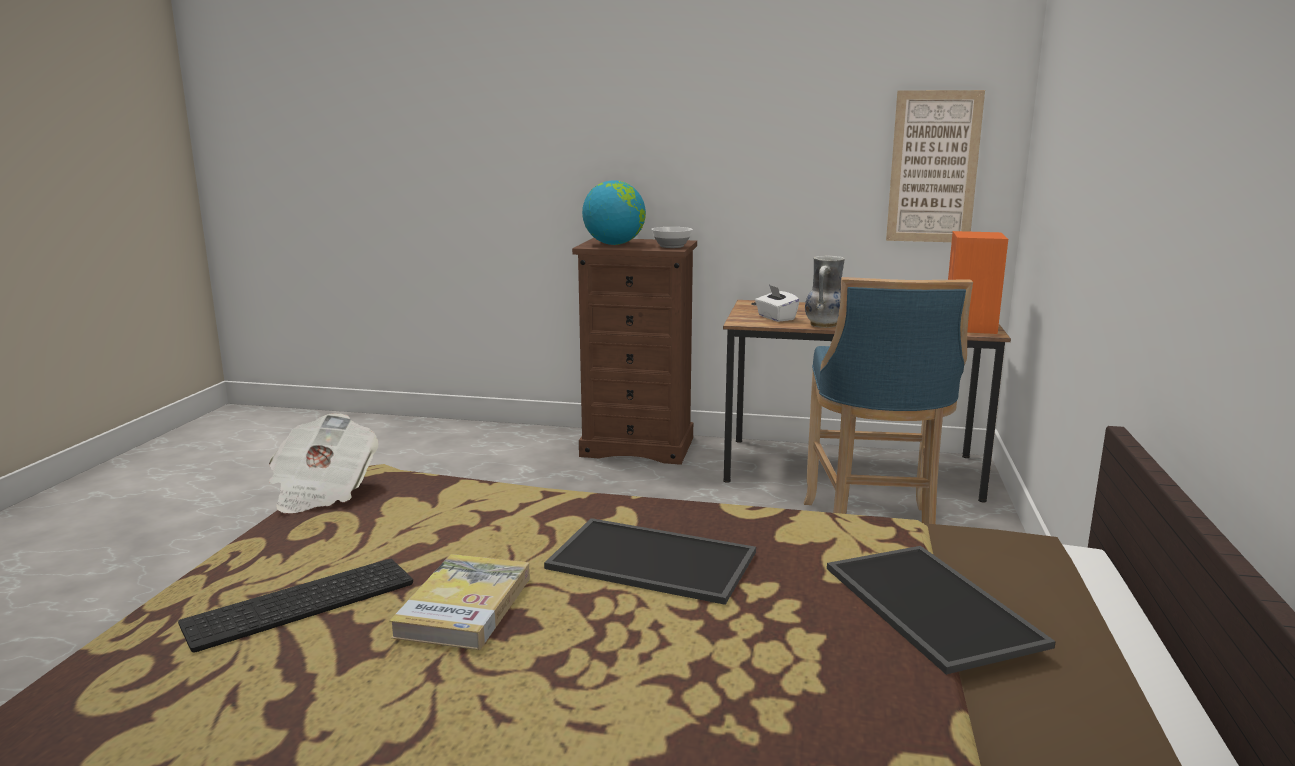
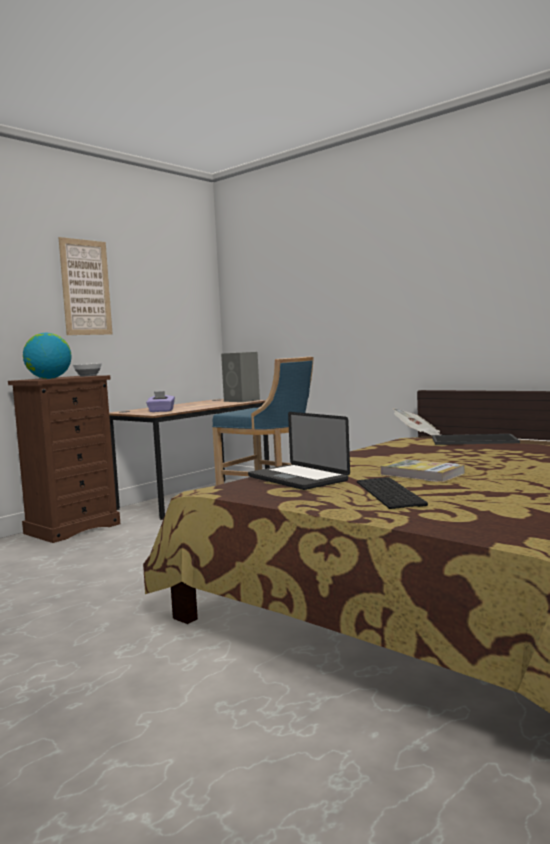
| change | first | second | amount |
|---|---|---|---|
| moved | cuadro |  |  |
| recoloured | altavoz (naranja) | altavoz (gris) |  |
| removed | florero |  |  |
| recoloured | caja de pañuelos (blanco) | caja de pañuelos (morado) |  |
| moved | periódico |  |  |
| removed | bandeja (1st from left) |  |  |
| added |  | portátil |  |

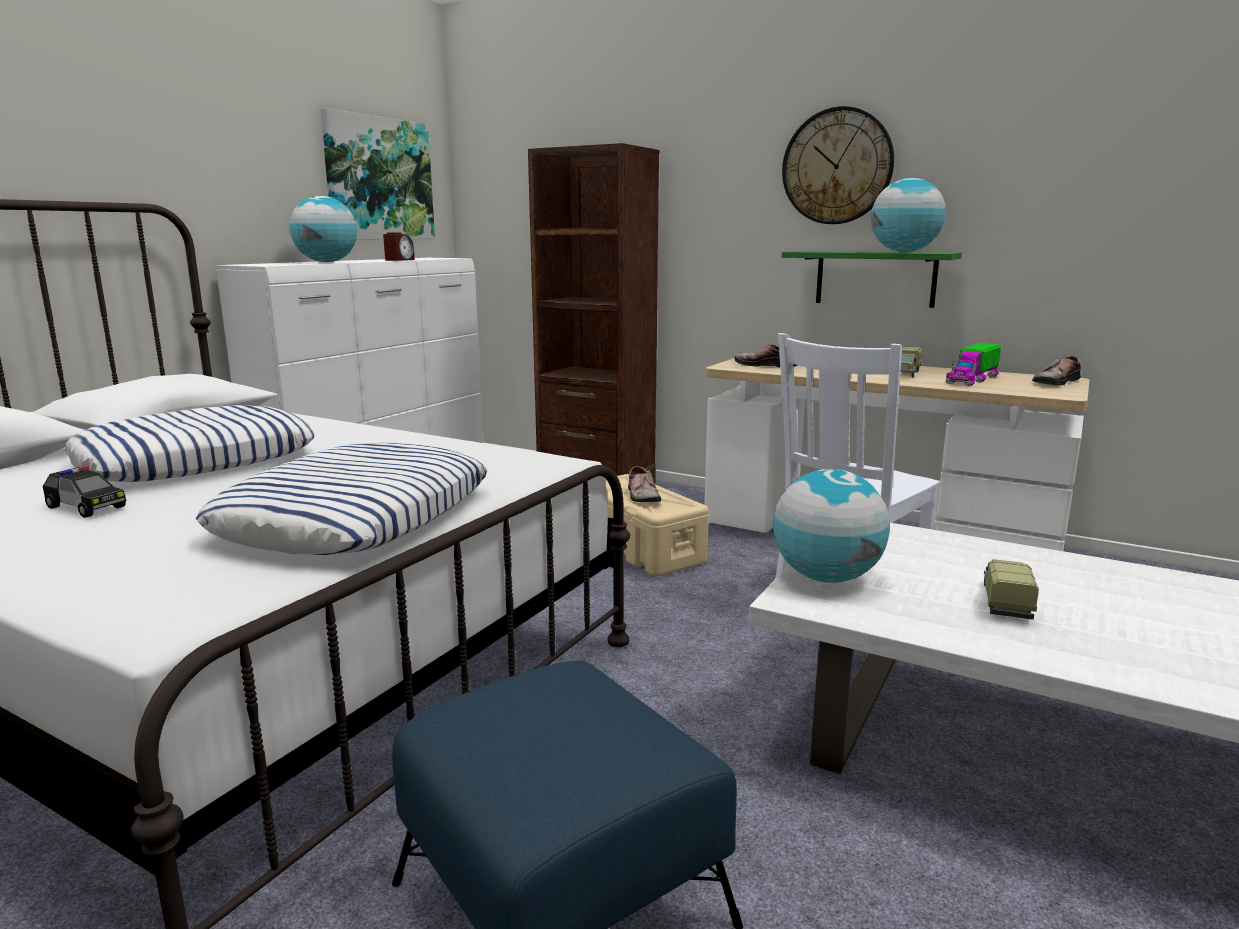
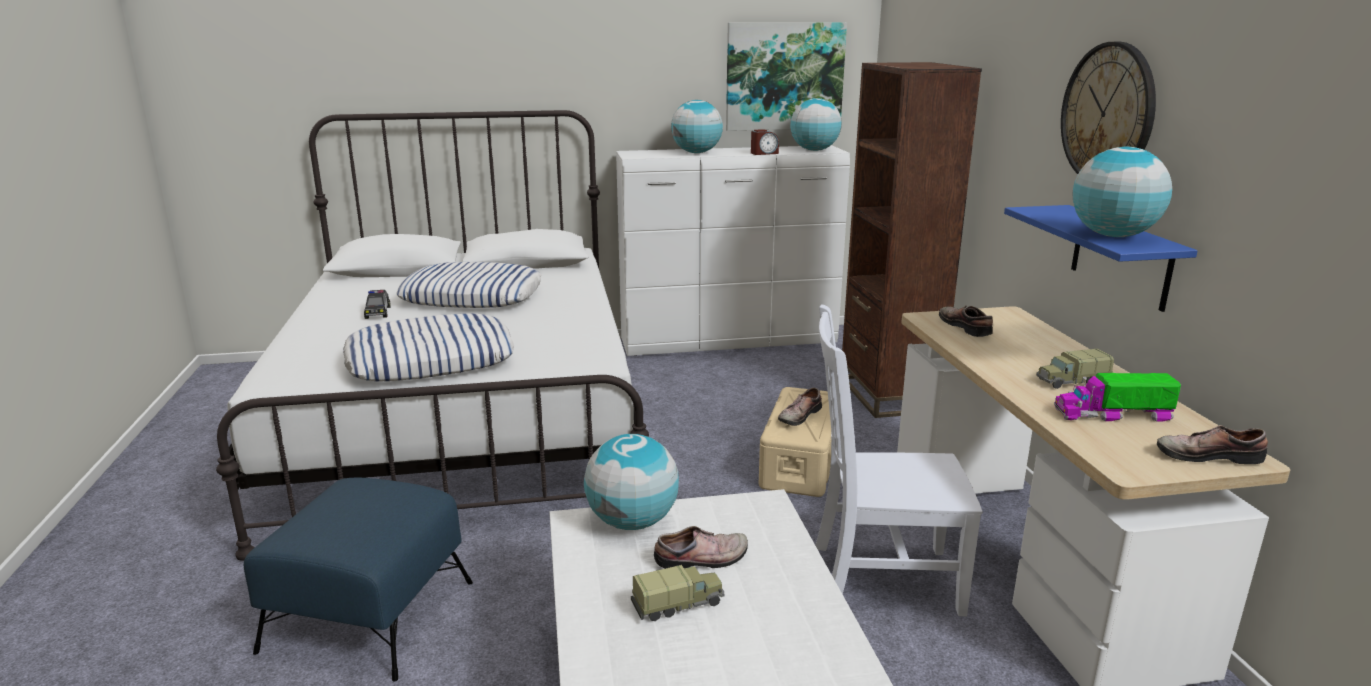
| change | first | second | amount |
|---|---|---|---|
| recoloured | estante (verde) | estante (azul) |  |
| added |  | globo terráqueo (3rd from left) |  |
| added |  | zapato (1st from left) |  |

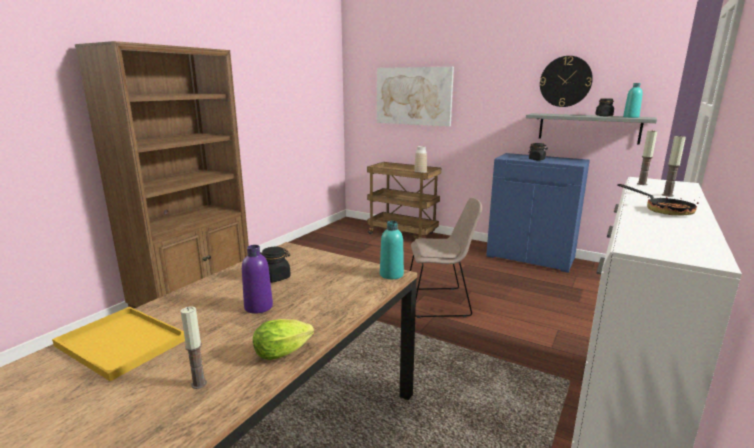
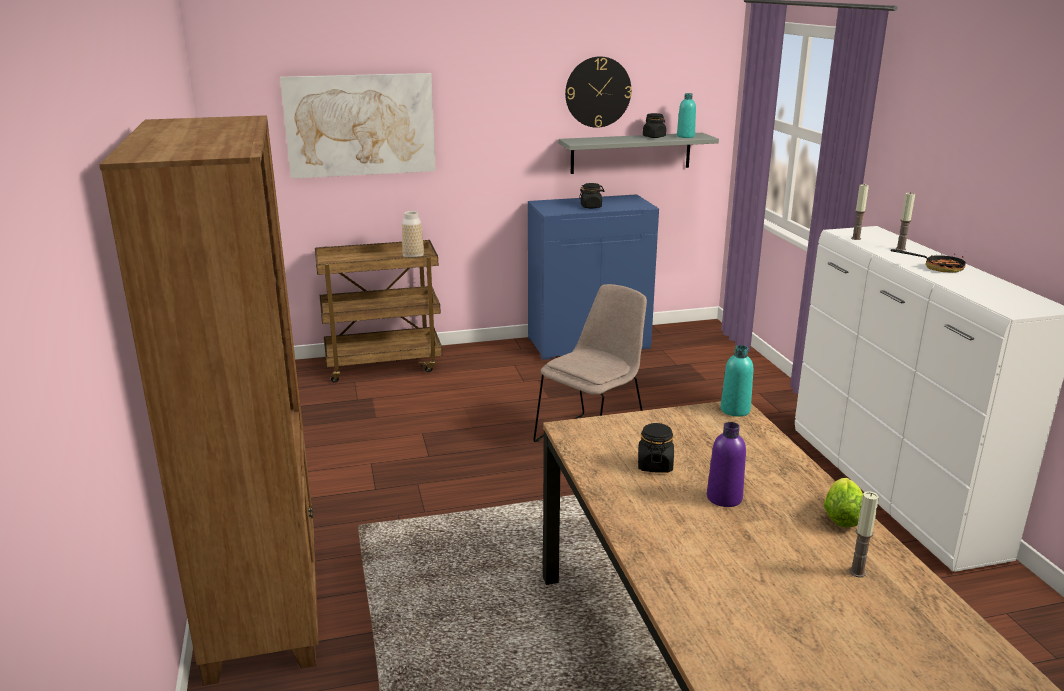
| change | first | second | amount |
|---|---|---|---|
| removed | bandeja (amarillo) |  |  |

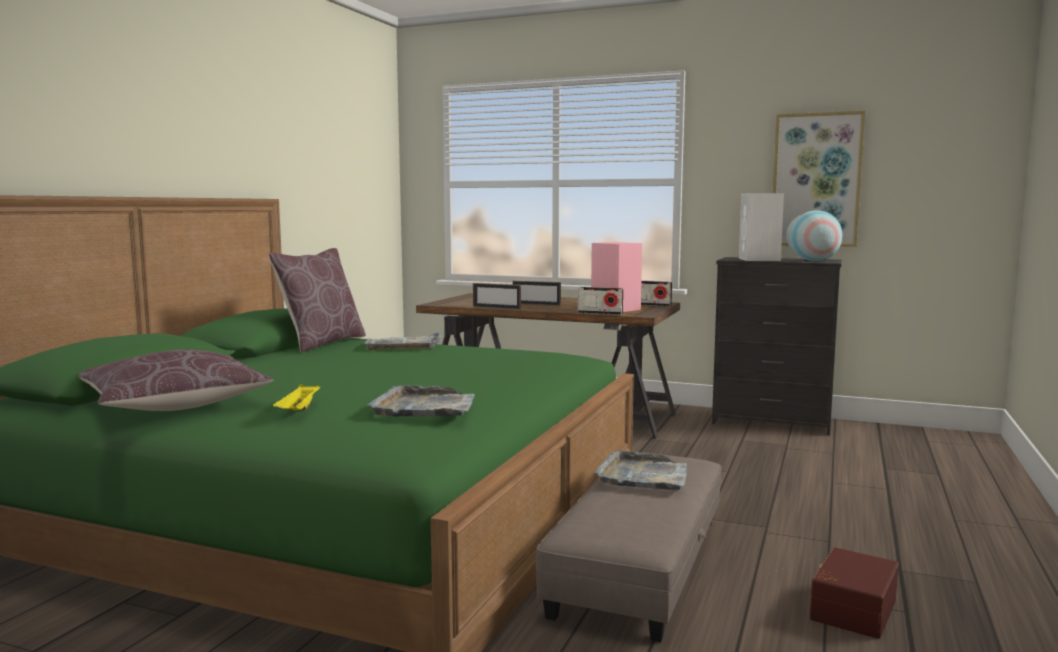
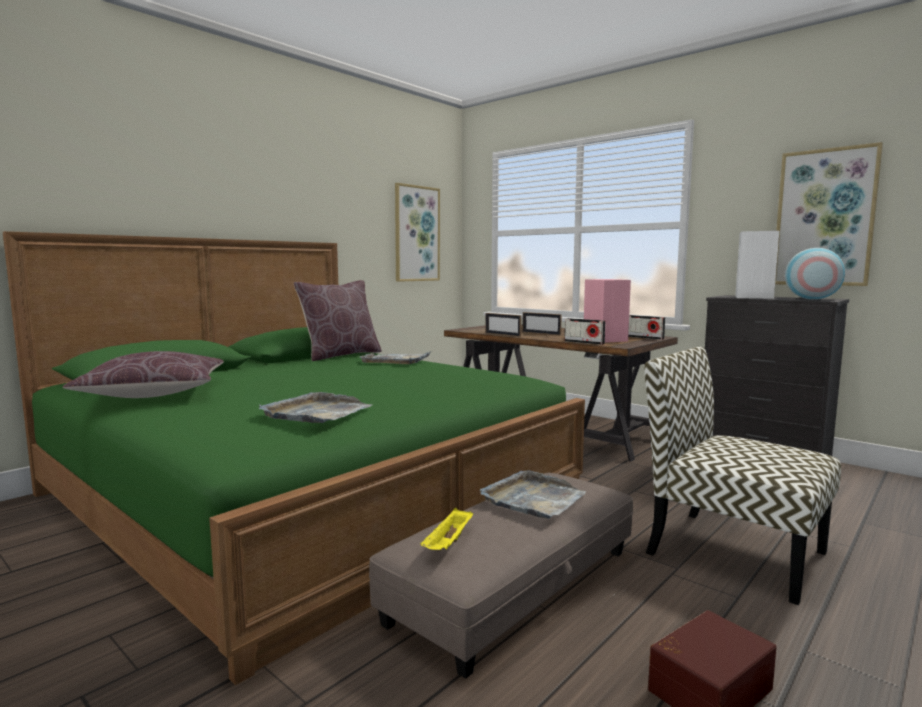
| change | first | second | amount |
|---|---|---|---|
| moved | bandeja (amarillo) |  |  |
| added |  | cuadro (1st from left) |  |
| added |  | silla |  |

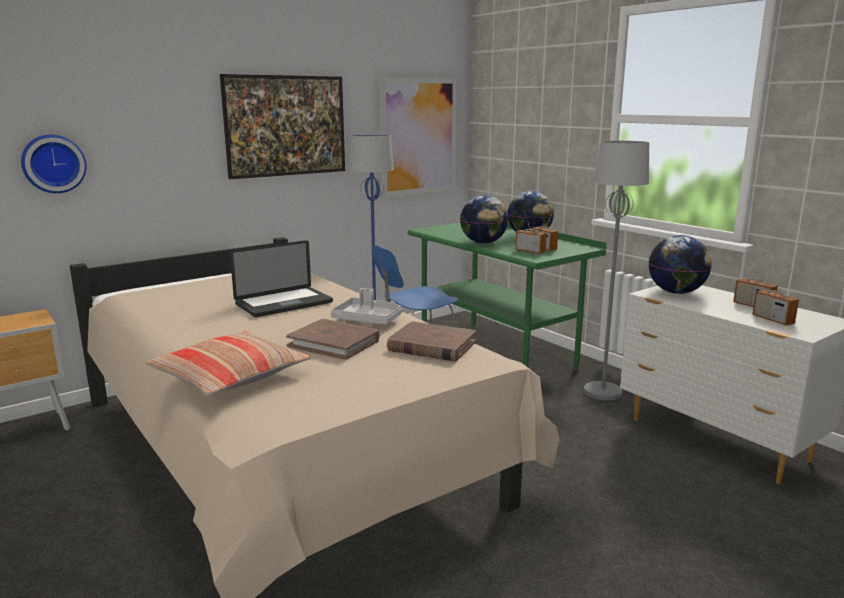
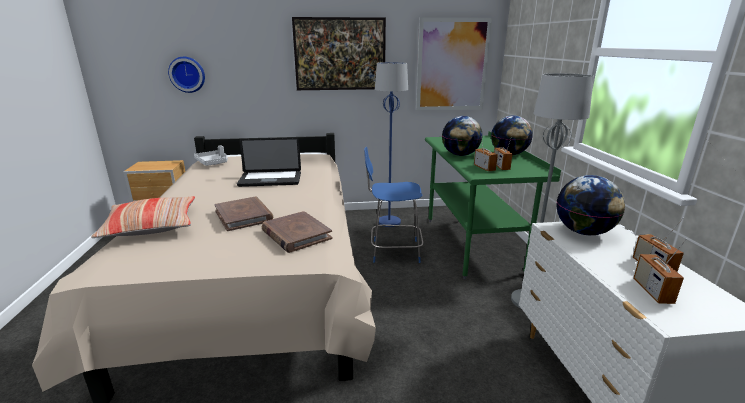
| change | first | second | amount |
|---|---|---|---|
| moved | bandeja (gris) |  |  |

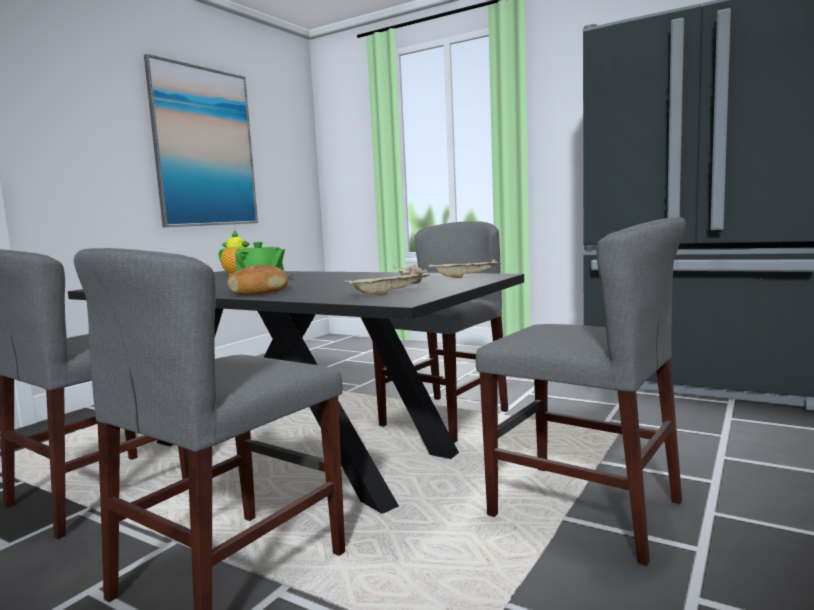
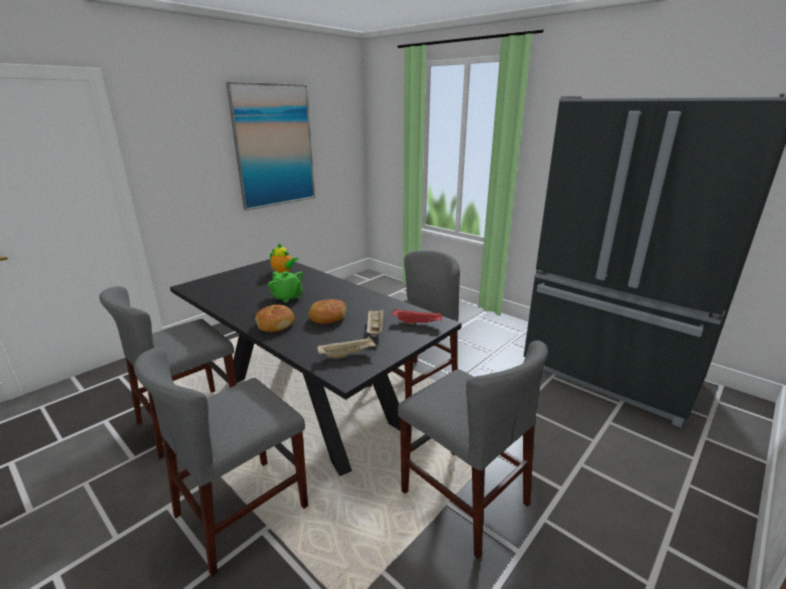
| change | first | second | amount |
|---|---|---|---|
| recoloured | bandeja (beis) (3rd from left) | bandeja (rojo) |  |
| added |  | pan (2nd from left) |  |

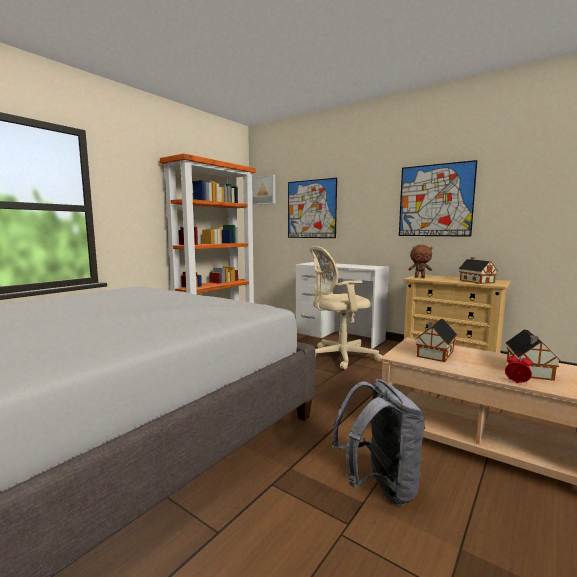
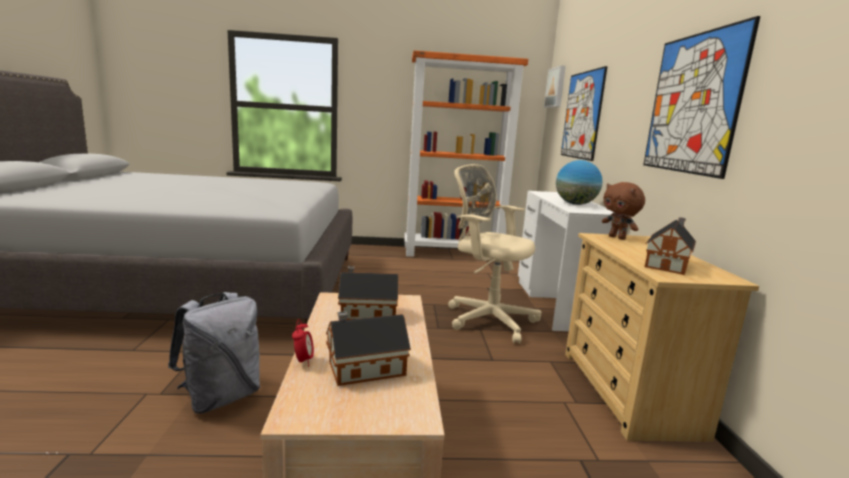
| change | first | second | amount |
|---|---|---|---|
| added |  | globo terráqueo |  |

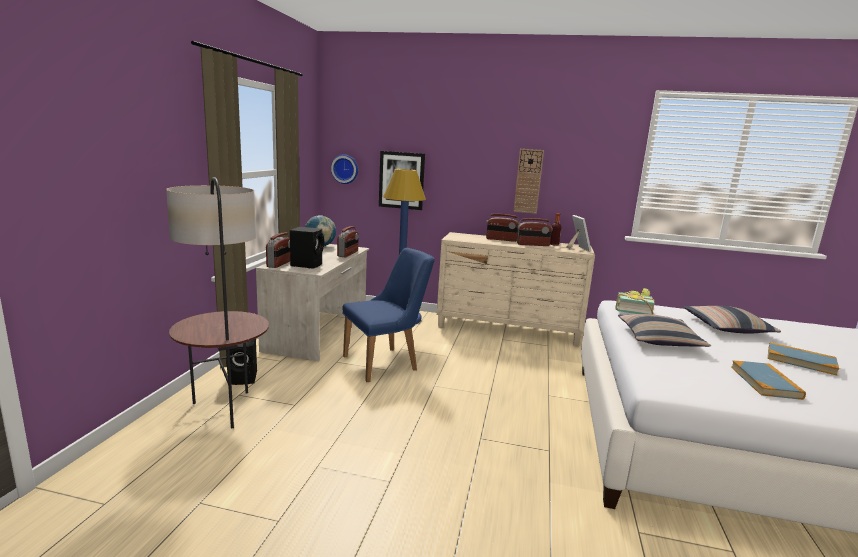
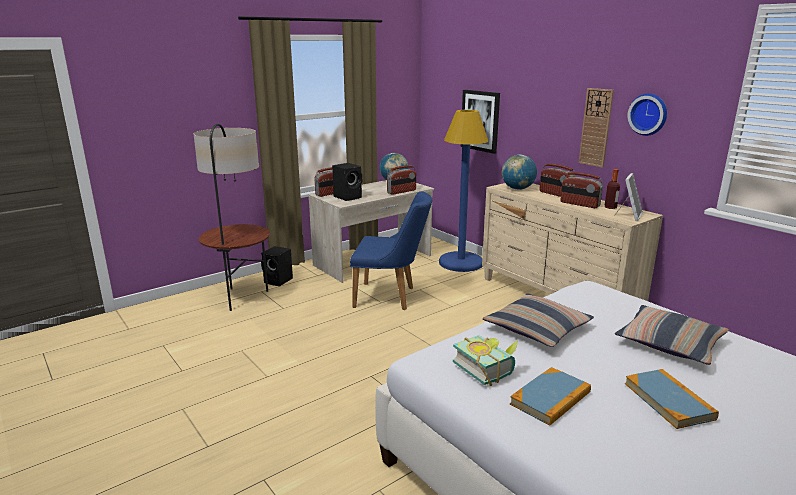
| change | first | second | amount |
|---|---|---|---|
| moved | reloj de pared (1st from left in the first image) | reloj de pared (2nd from left) |  |
| moved | libro (1st from left) |  |  |
| added |  | globo terráqueo (2nd from left) |  |

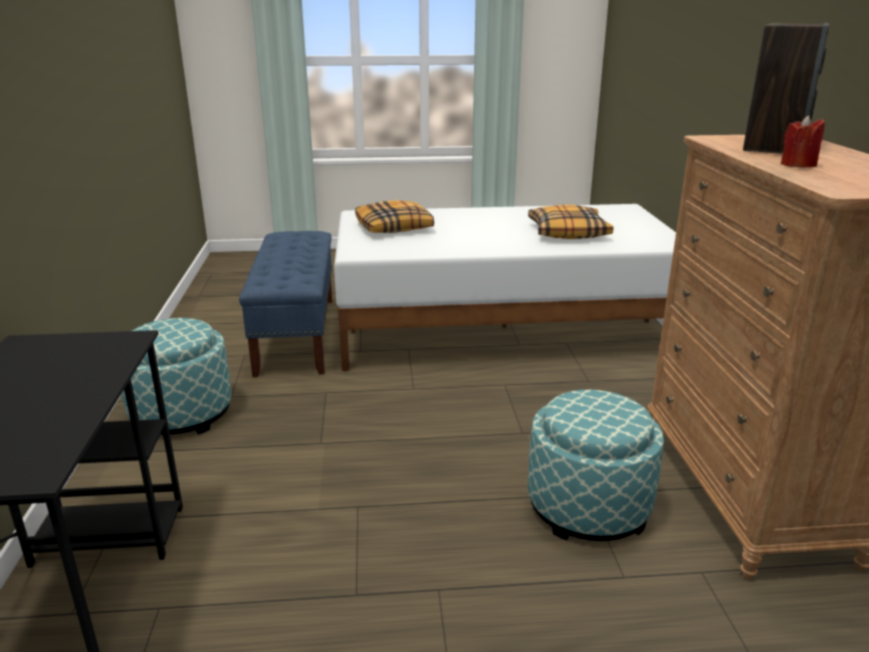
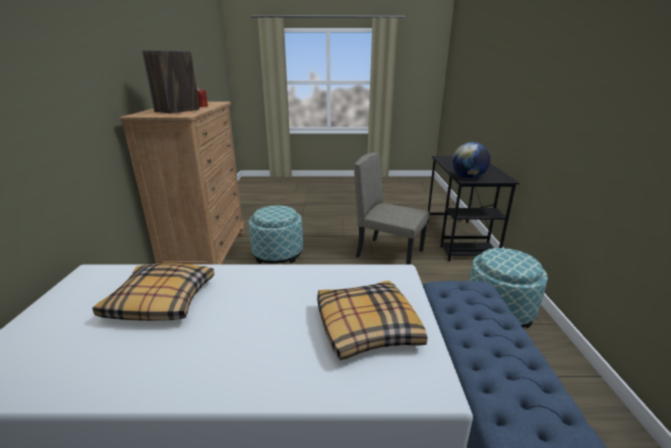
| change | first | second | amount |
|---|---|---|---|
| added |  | globo terráqueo |  |
| added |  | silla (beis) |  |

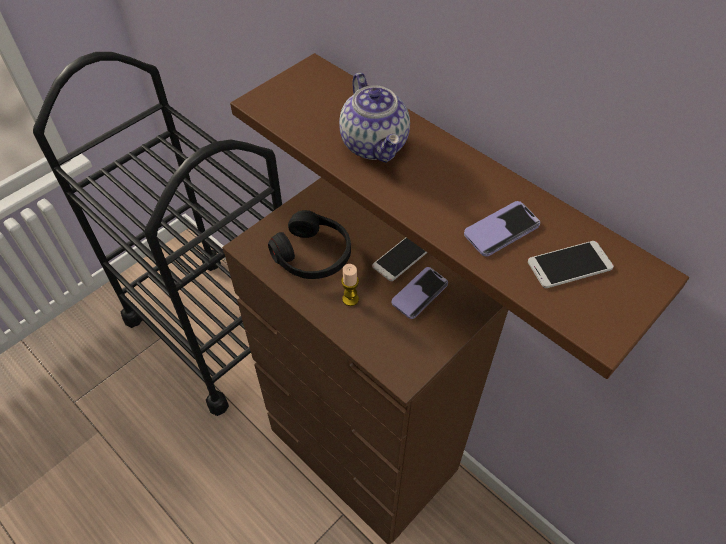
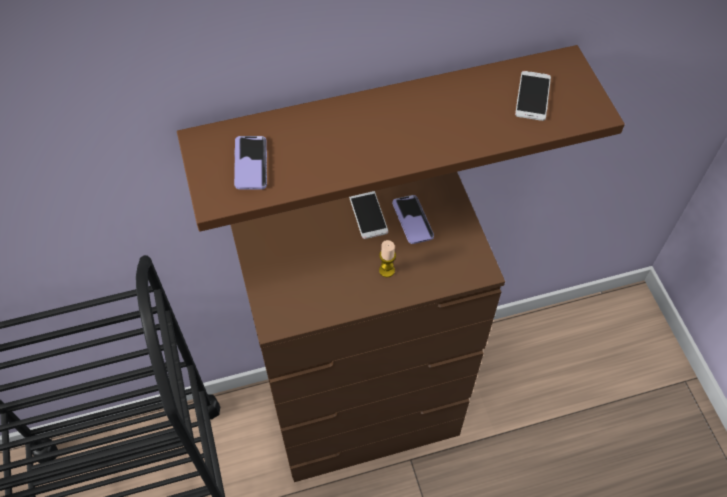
| change | first | second | amount |
|---|---|---|---|
| removed | tetera |  |  |
| moved | móvil (3rd from left in the first image) | móvil (1st from left) |  |
| removed | auriculares (negro) |  |  |

